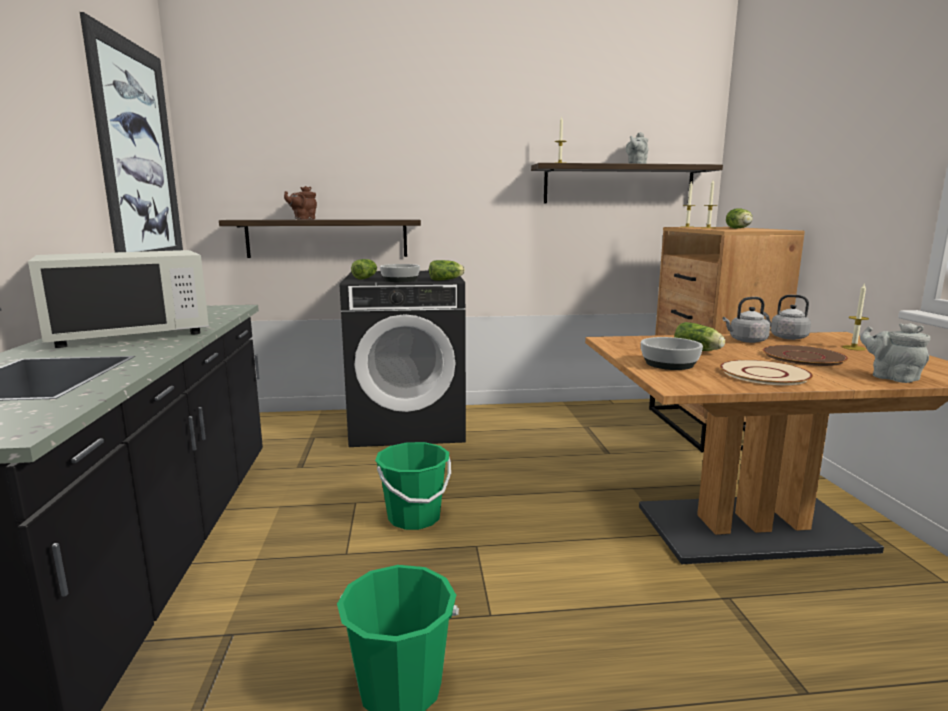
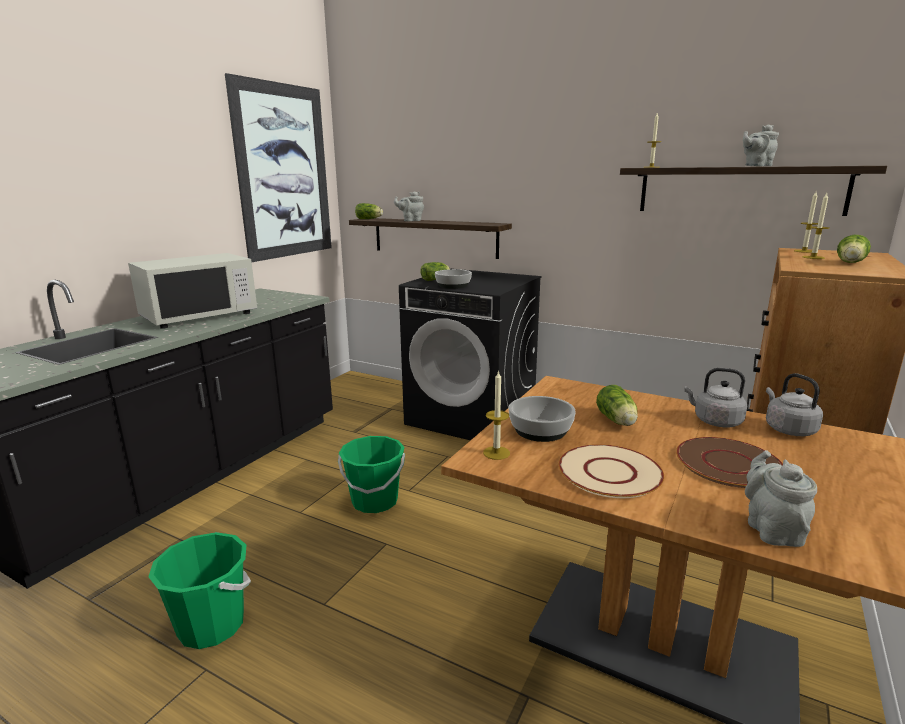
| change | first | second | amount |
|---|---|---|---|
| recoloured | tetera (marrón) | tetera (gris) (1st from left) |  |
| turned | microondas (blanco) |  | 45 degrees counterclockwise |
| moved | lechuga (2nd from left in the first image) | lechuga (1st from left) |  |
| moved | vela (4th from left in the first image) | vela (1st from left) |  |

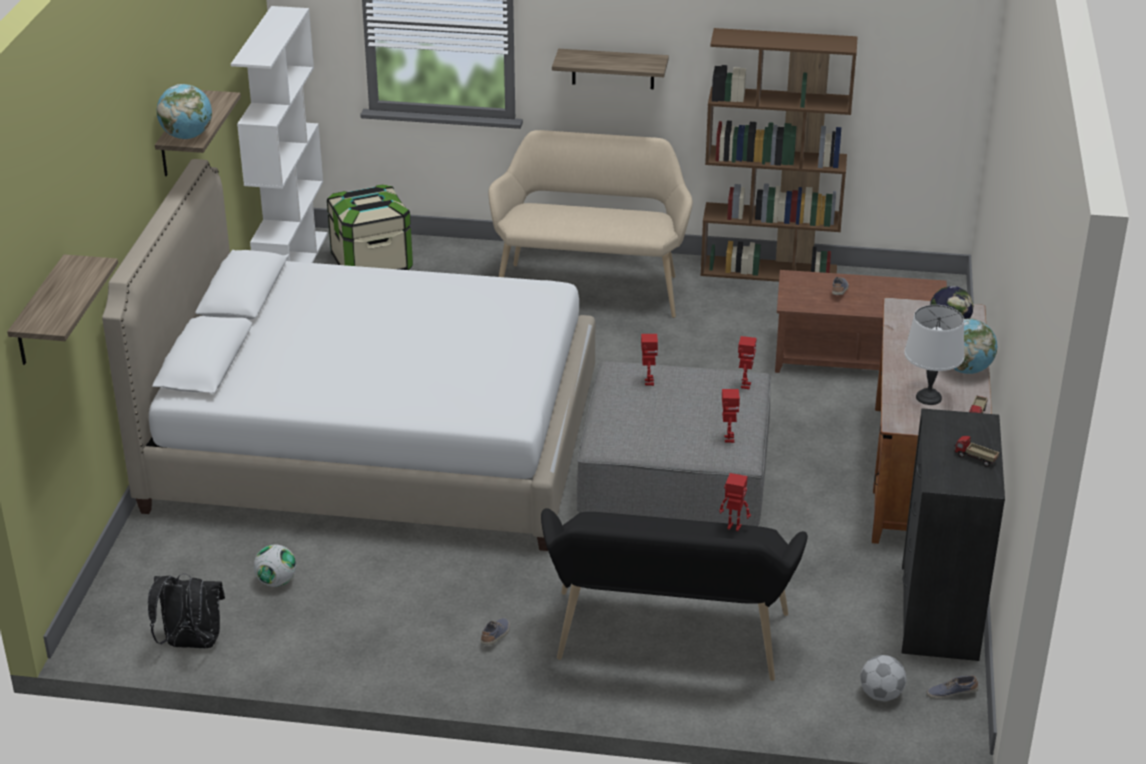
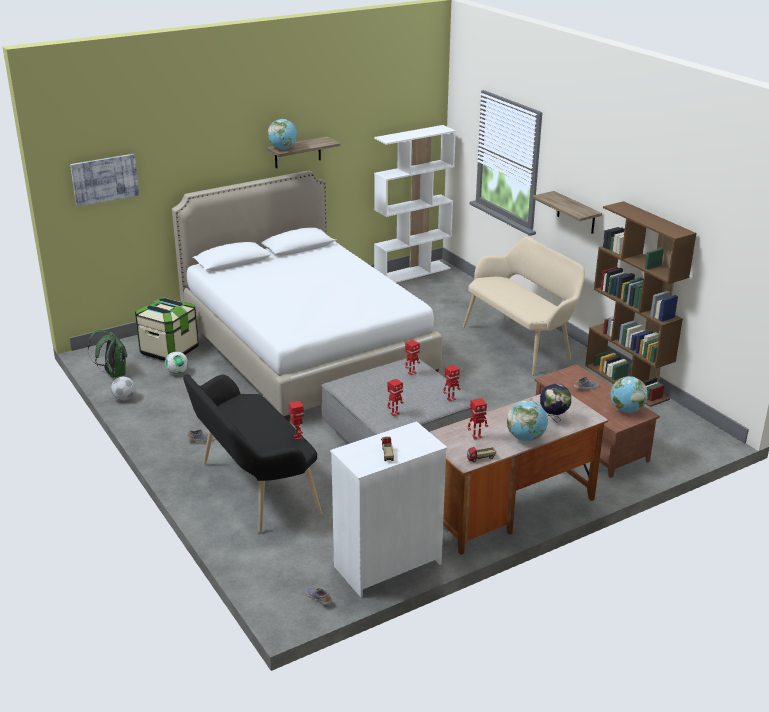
| change | first | second | amount |
|---|---|---|---|
| moved | caja de almacenaje |  |  |
| replaced | estante (1st from left) | cuadro |  |
| replaced | lámpara de mesa (blanco) | robot de juguete (5th from left) |  |
| recoloured | cómoda (negro) | cómoda (blanco) |  |
| recoloured | mochila (negro) | mochila (verde) |  |
| moved | balón de fútbol (2nd from left in the first image) | balón de fútbol (1st from left) |  |
| added |  | globo terráqueo (4th from left) |  |

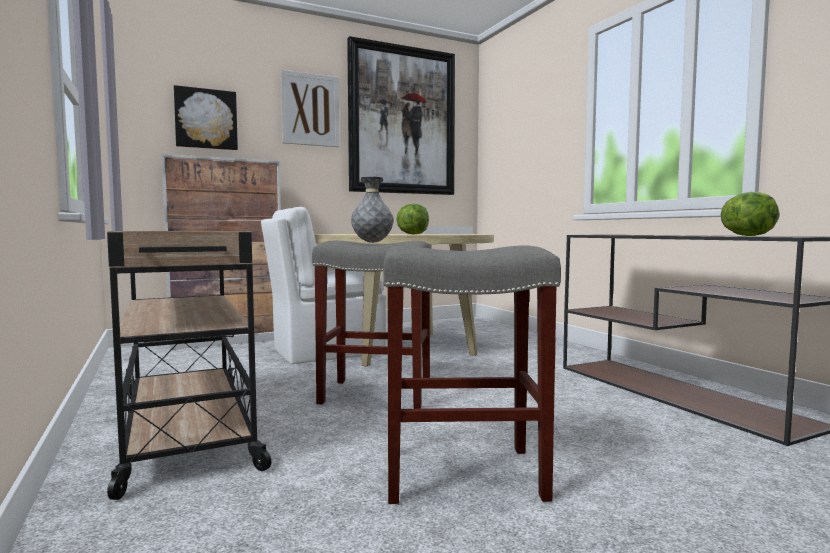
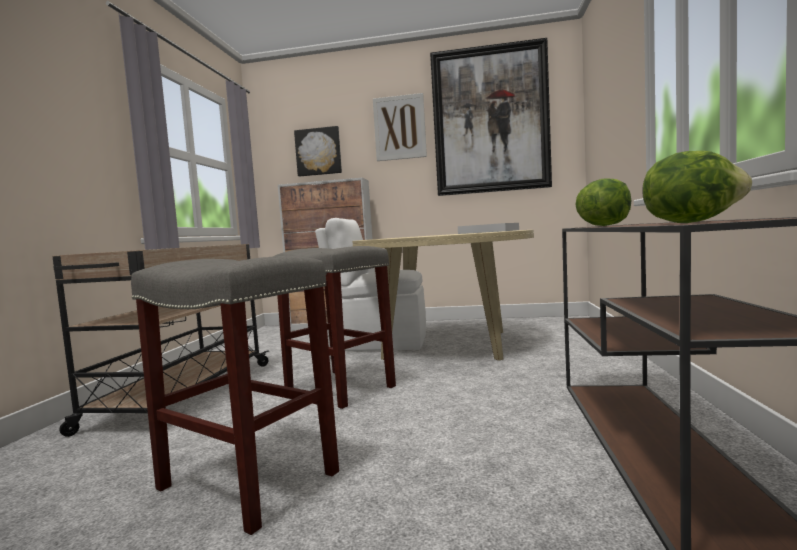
| change | first | second | amount |
|---|---|---|---|
| removed | florero (gris) |  |  |
| moved | lechuga (1st from left) |  |  |

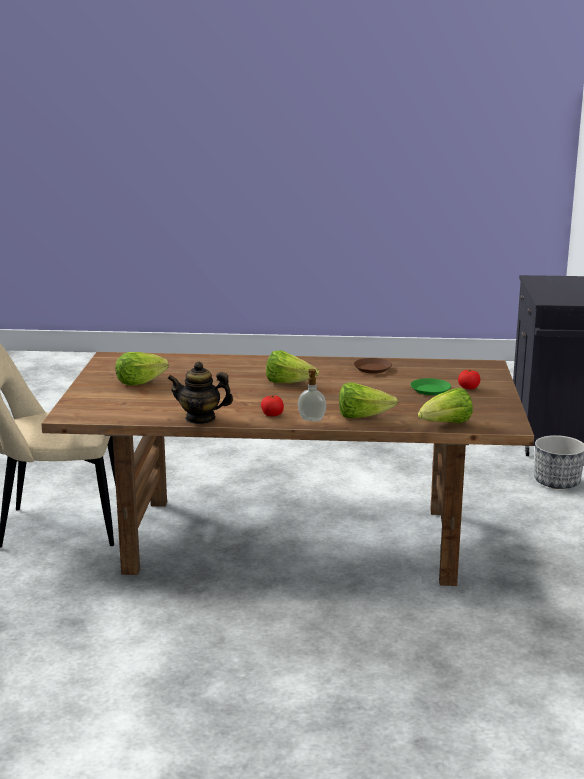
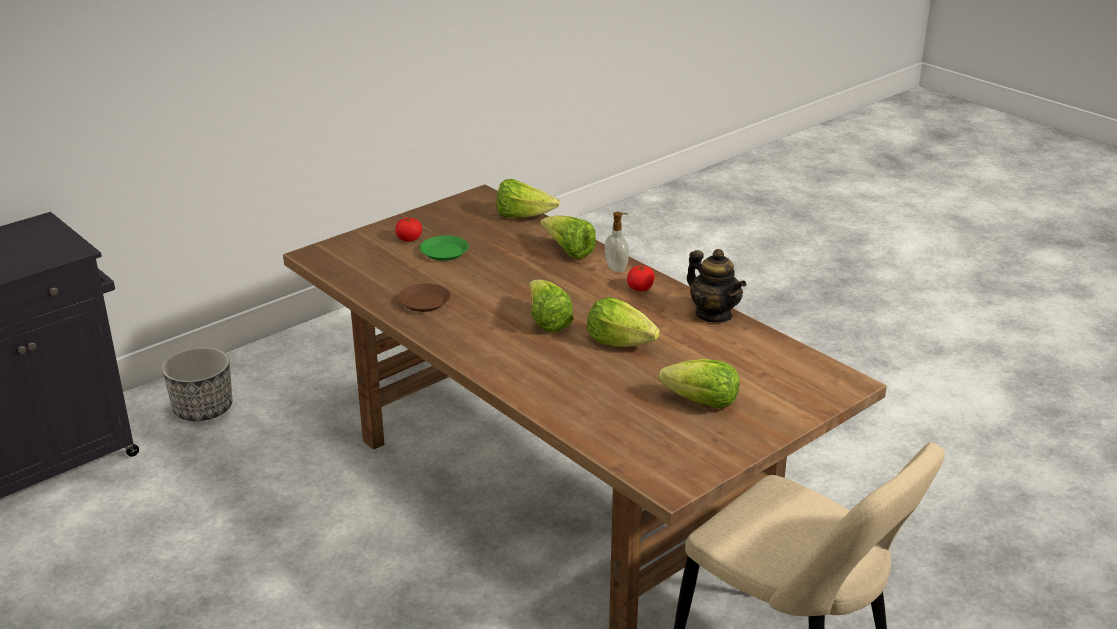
| change | first | second | amount |
|---|---|---|---|
| added |  | lechuga (4th from left) |  |

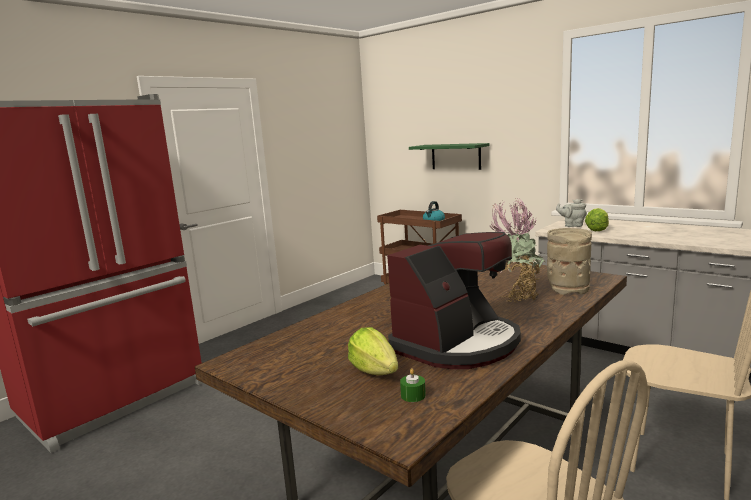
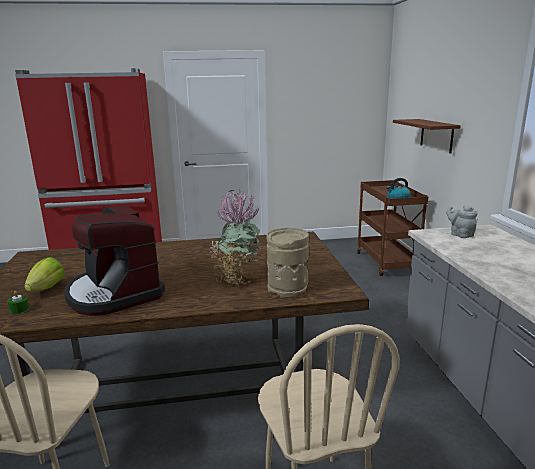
| change | first | second | amount |
|---|---|---|---|
| recoloured | estante (verde) | estante (marrón) |  |
| removed | lechuga (2nd from left) |  |  |
| turned | cafetera |  | 60 degrees clockwise |

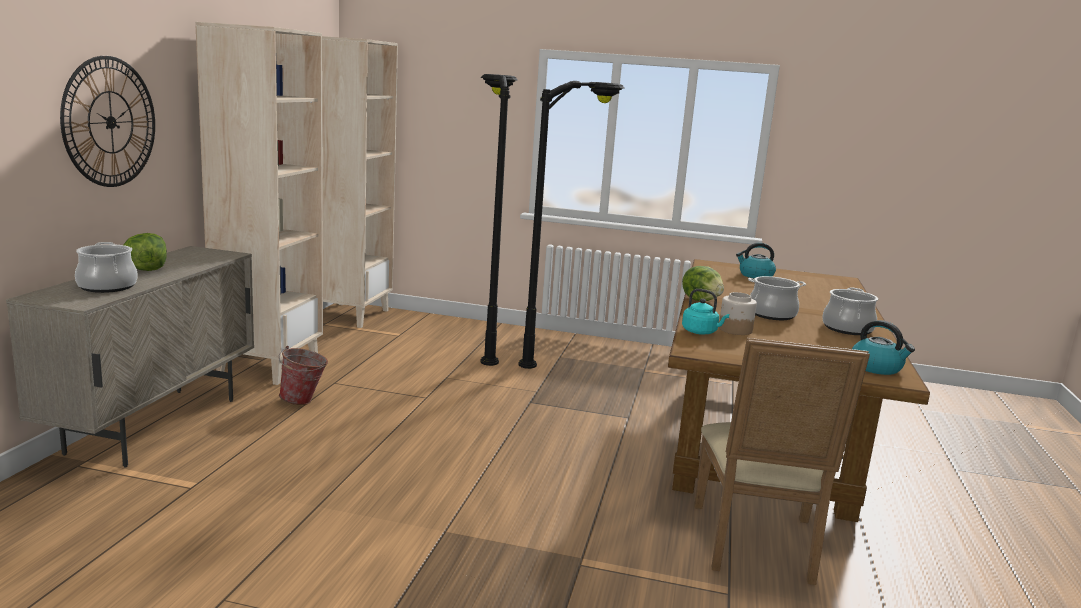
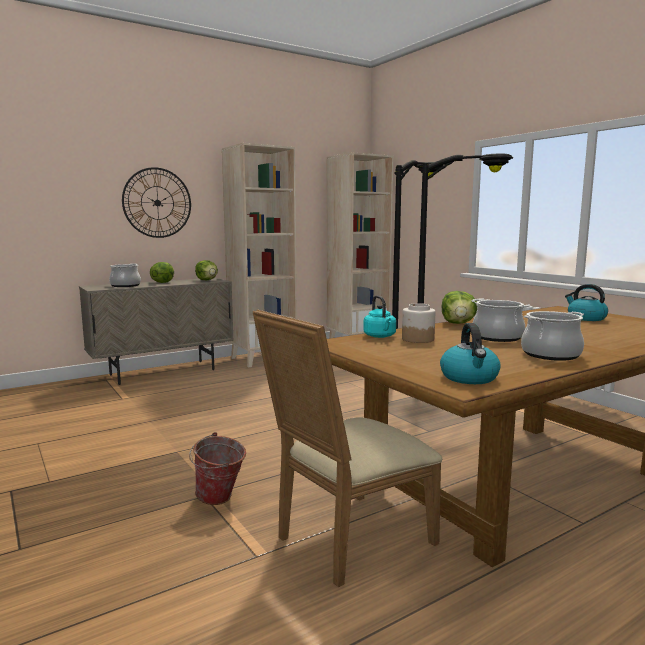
| change | first | second | amount |
|---|---|---|---|
| moved | cubo |  |  |
| added |  | lechuga (2nd from left) |  |

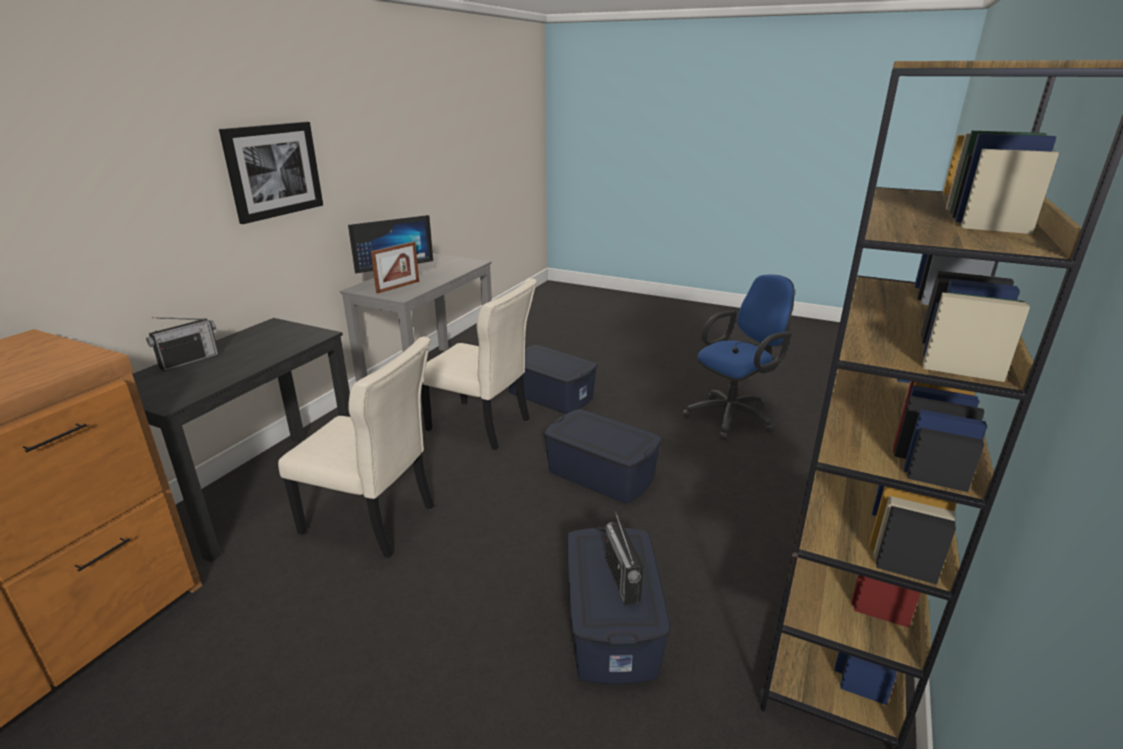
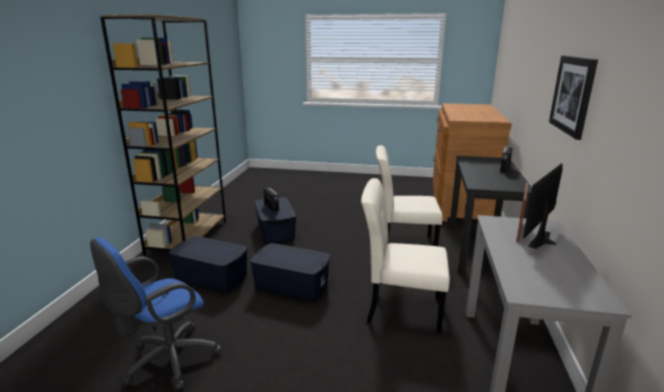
| change | first | second | amount |
|---|---|---|---|
| moved | caja de almacenaje (azul) (1st from left) |  |  |

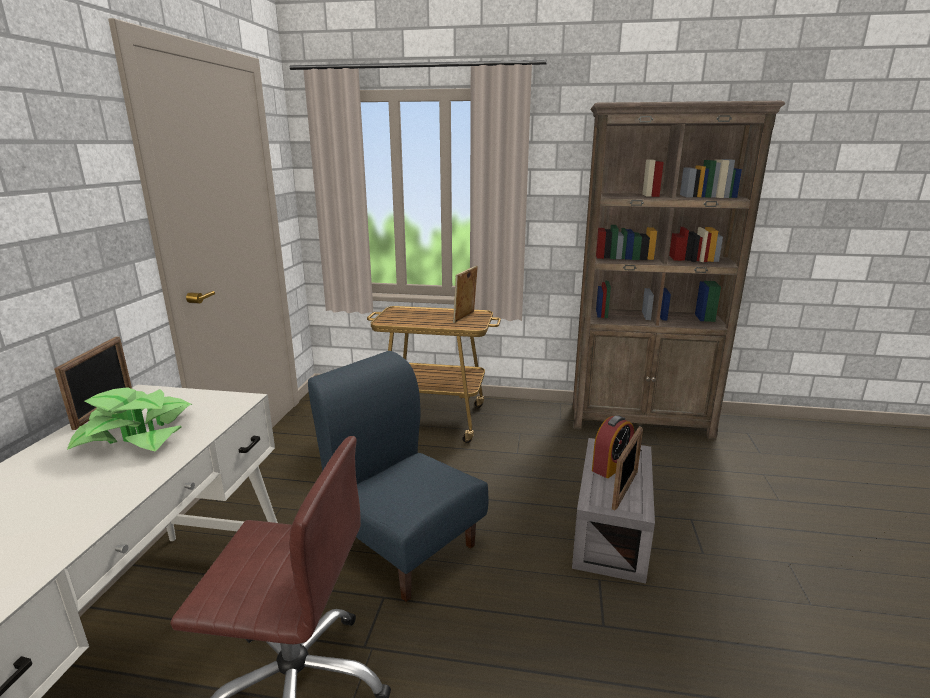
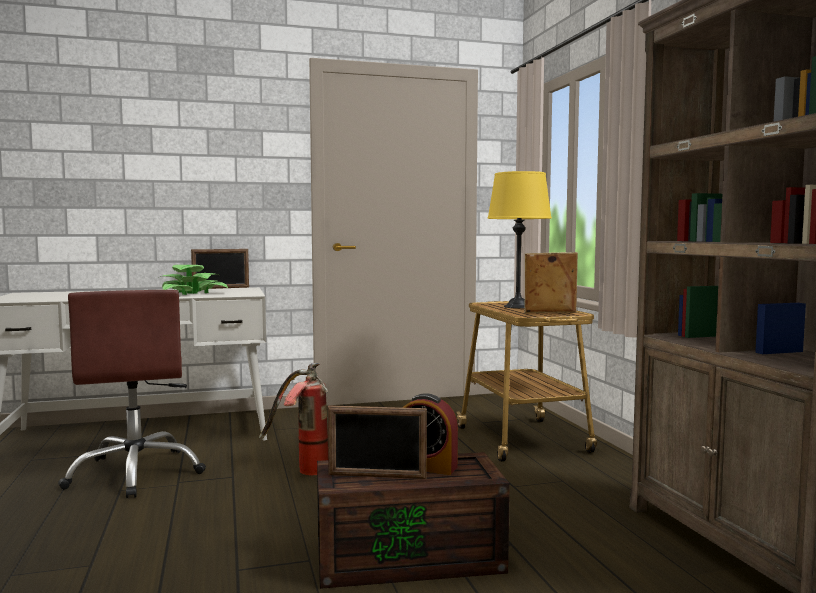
| change | first | second | amount |
|---|---|---|---|
| replaced | silla (azul) | extintor |  |
| recoloured | caja de almacenaje (gris) | caja de almacenaje (marrón) |  |
| added |  | lámpara de mesa (amarillo) |  |

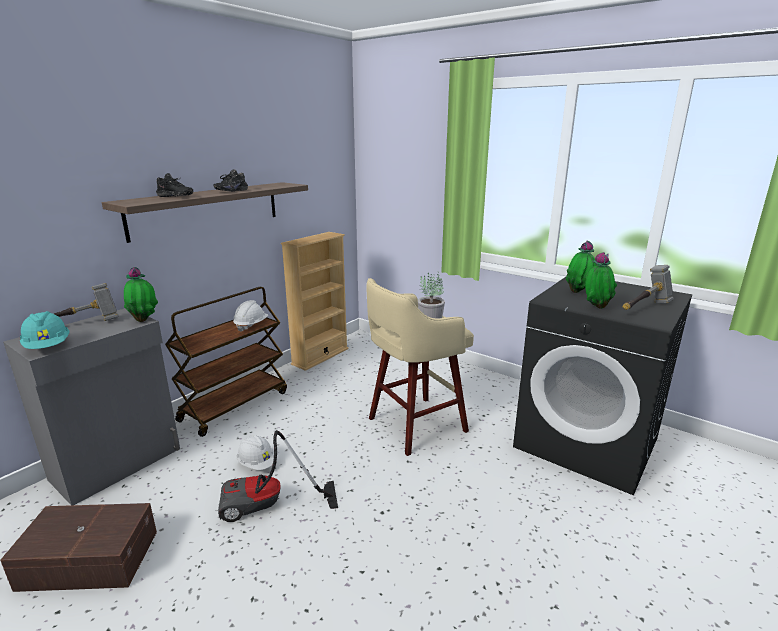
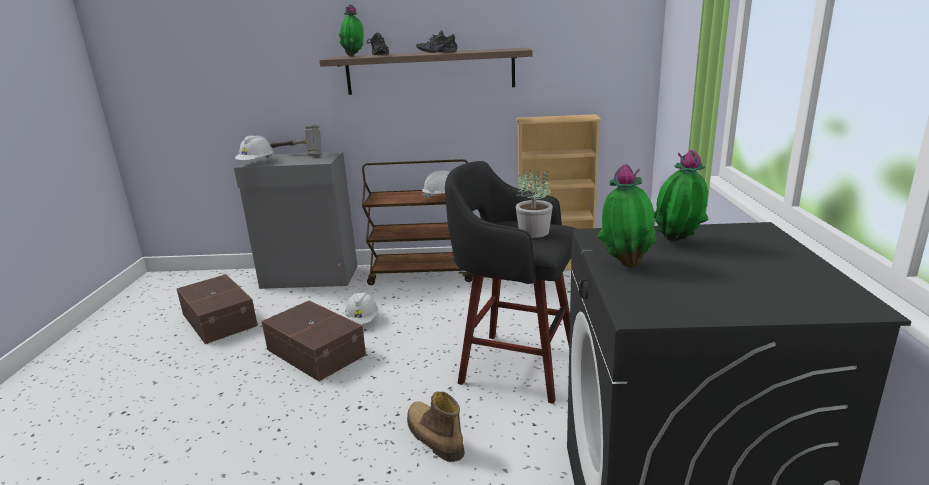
| change | first | second | amount |
|---|---|---|---|
| removed | martillo (2nd from left) |  |  |
| moved | planta en maceta (1st from left) |  |  |
| recoloured | taburete (beis) | taburete (negro) |  |
| recoloured | casco (turquesa) | casco (blanco) (1st from left) |  |
| replaced | aspiradora | caja de almacenaje (marrón) (2nd from left) |  |
| added |  | bota |  |

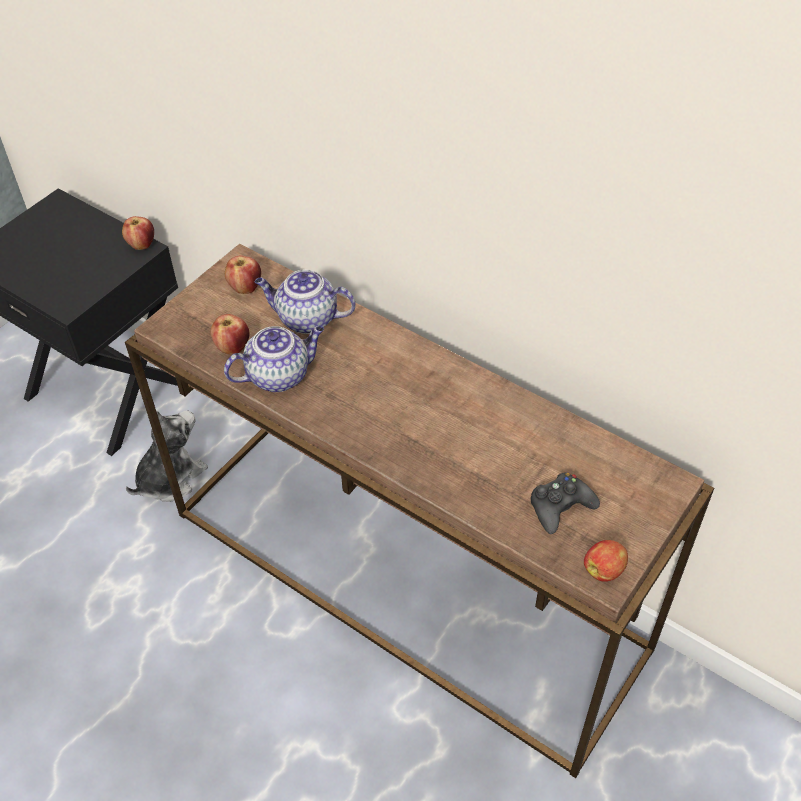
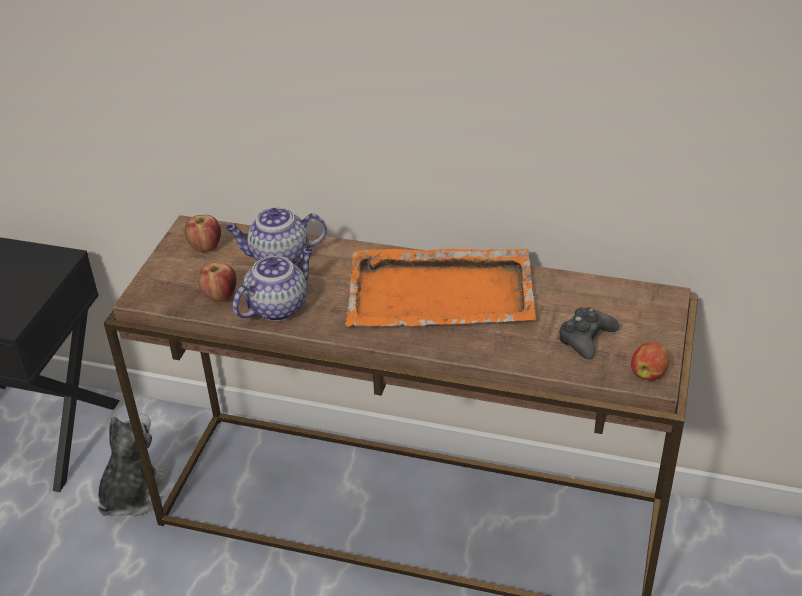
| change | first | second | amount |
|---|---|---|---|
| removed | manzana (1st from left) |  |  |
| added |  | bandeja (naranja) |  |

